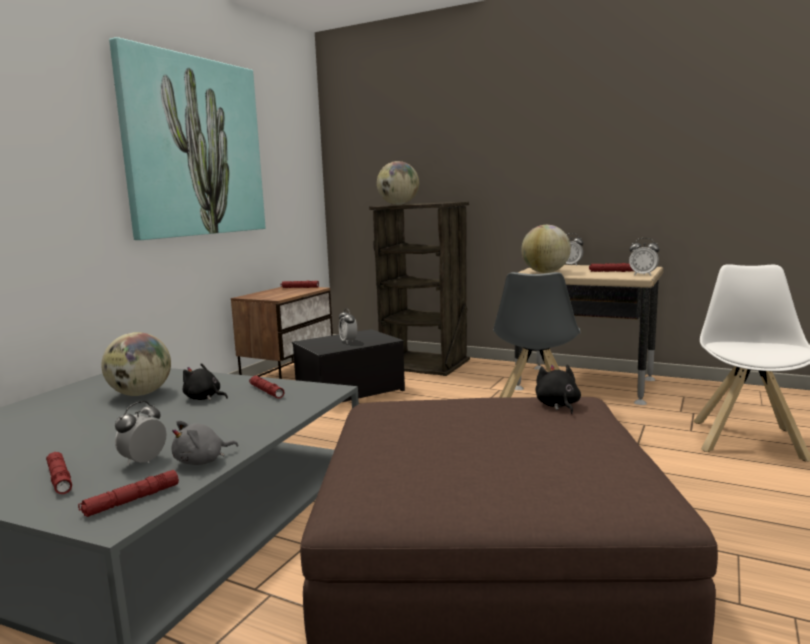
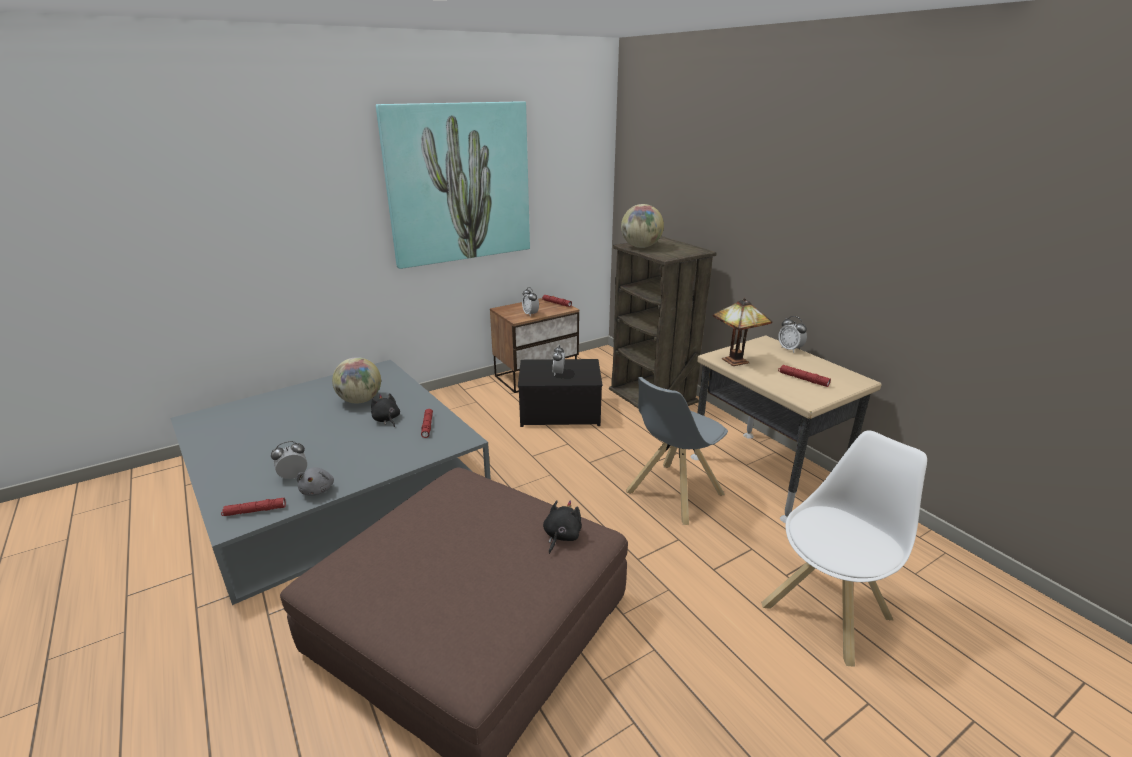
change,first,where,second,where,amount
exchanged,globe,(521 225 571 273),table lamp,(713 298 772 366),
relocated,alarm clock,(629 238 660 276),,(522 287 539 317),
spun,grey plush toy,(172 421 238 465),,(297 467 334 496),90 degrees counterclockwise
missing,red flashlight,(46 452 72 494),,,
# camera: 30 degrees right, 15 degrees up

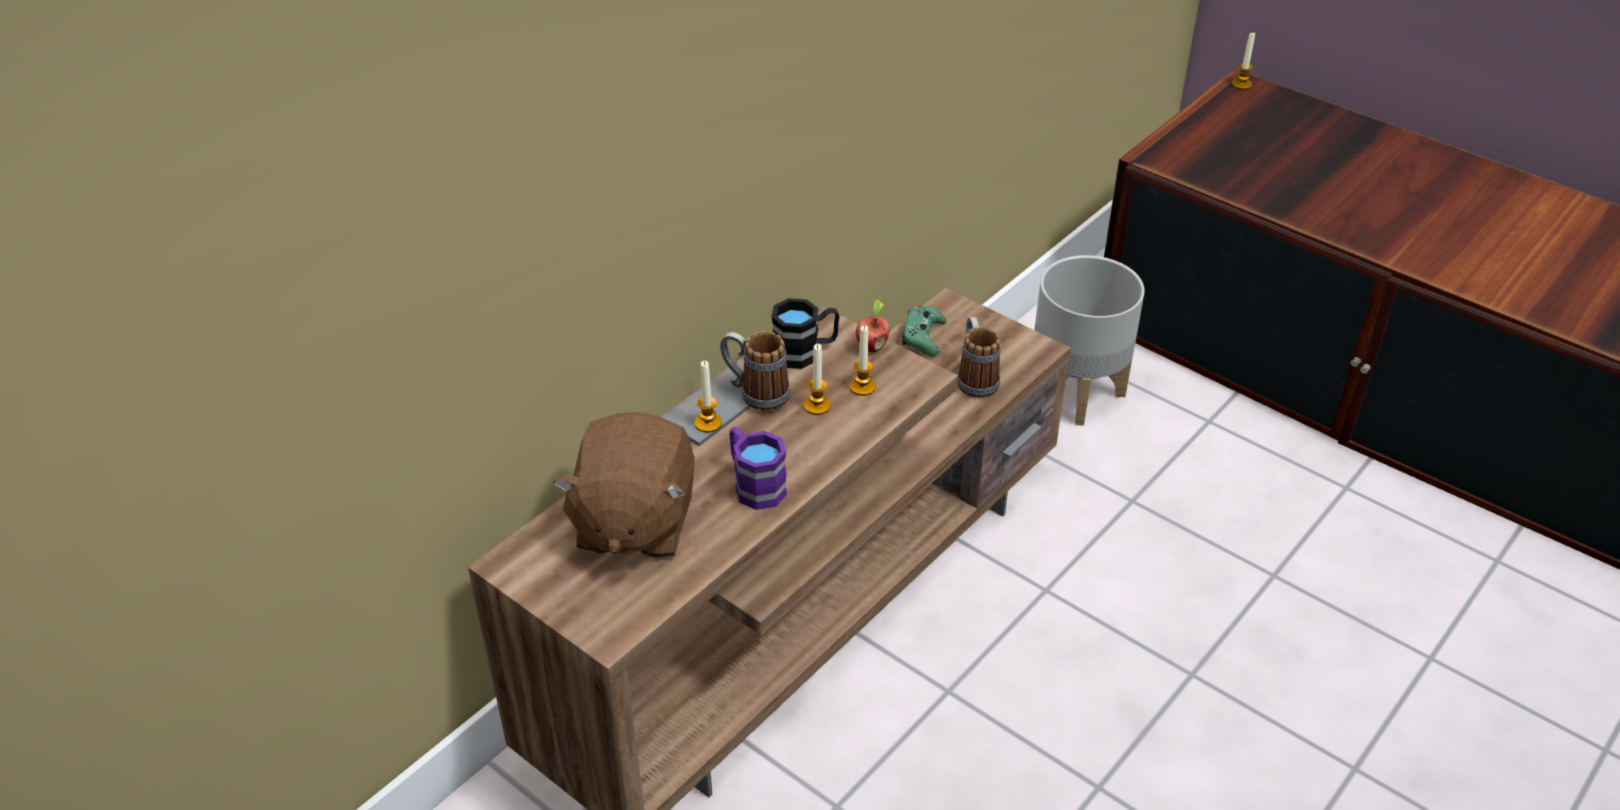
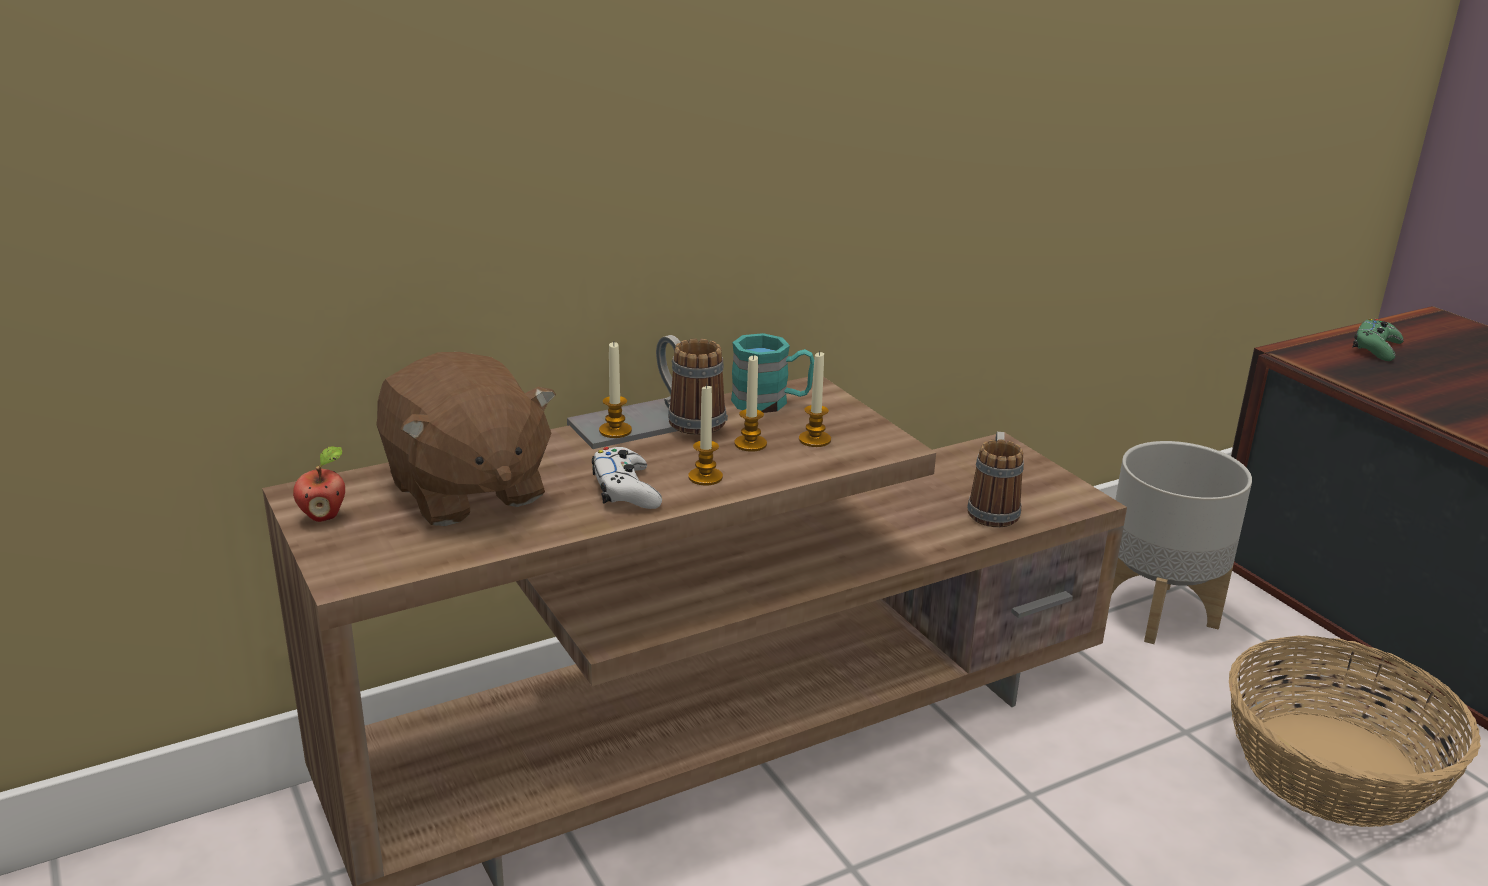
change,first,where,second,where,amount
relocated,candle,(1232 32 1255 90),,(689 384 723 485),
colour,black mug,(771 298 839 369),turquoise mug,(731 333 814 413),
relocated,apple,(856 299 890 353),,(293 447 345 522),
relocated,green game controller,(902 305 946 357),,(1352 319 1404 361),
spun,brown plush toy,(553 412 695 559),,(376 352 556 526),60 degrees counterclockwise
exchanged,purple mug,(729 427 787 510),white game controller,(592 447 662 509),
appeared,,,basket,(1229 636 1481 827),
# camera: 20 degrees right, 15 degrees down

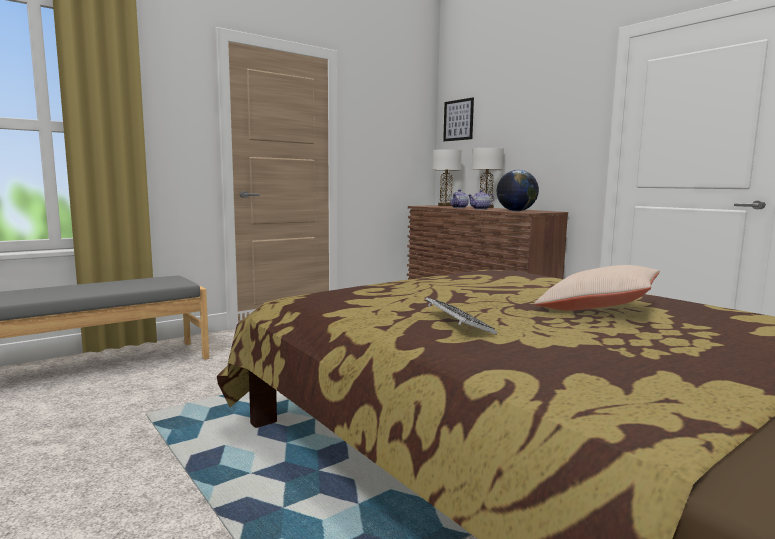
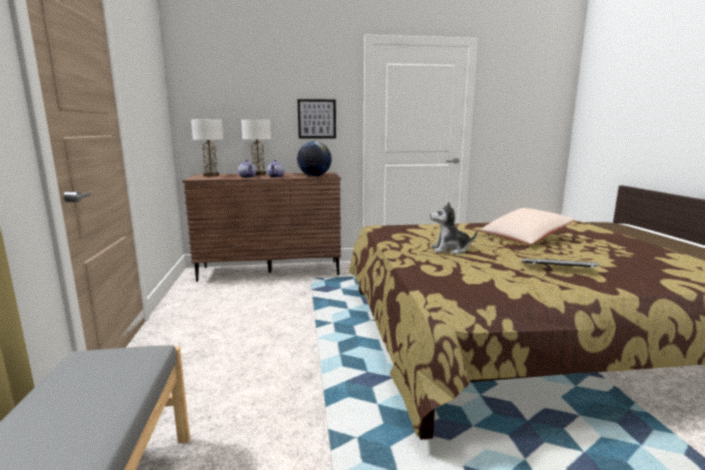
change,first,where,second,where,amount
relocated,picture,(443 98 474 141),,(297 99 336 139),
appeared,,,plush toy,(430 202 478 254),
# camera: 60 degrees left, 5 degrees up

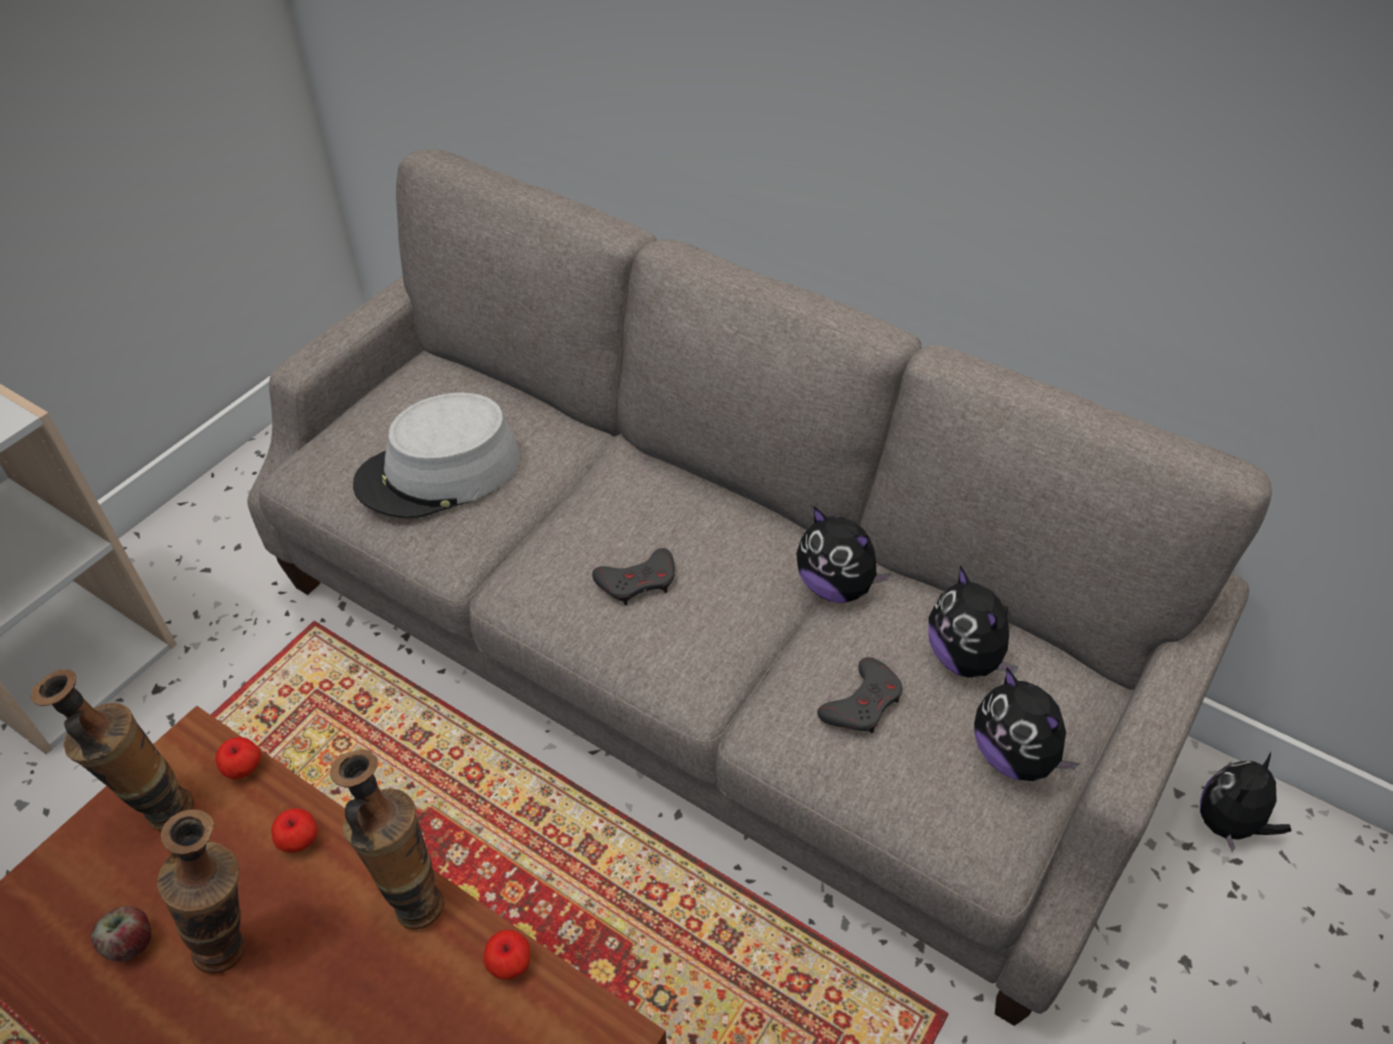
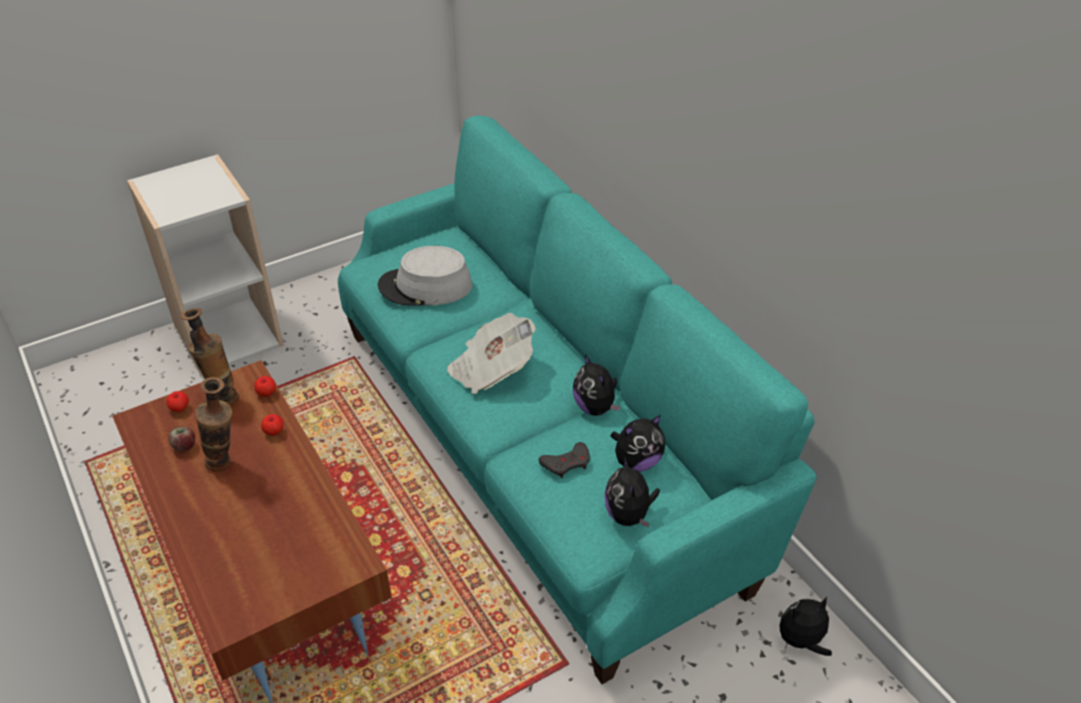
change,first,where,second,where,amount
colour,grey sofa,(247 150 1272 1026),turquoise sofa,(338 116 817 684),
exchanged,grey game controller,(592 548 675 605),newspaper,(447 313 536 394),
spun,plush toy,(929 566 1019 678),,(611 415 665 472),120 degrees counterclockwise
missing,vase,(330 749 444 930),,,
relocated,apple,(483 930 530 980),,(166 391 189 412),
# camera: 25 degrees right, 5 degrees down

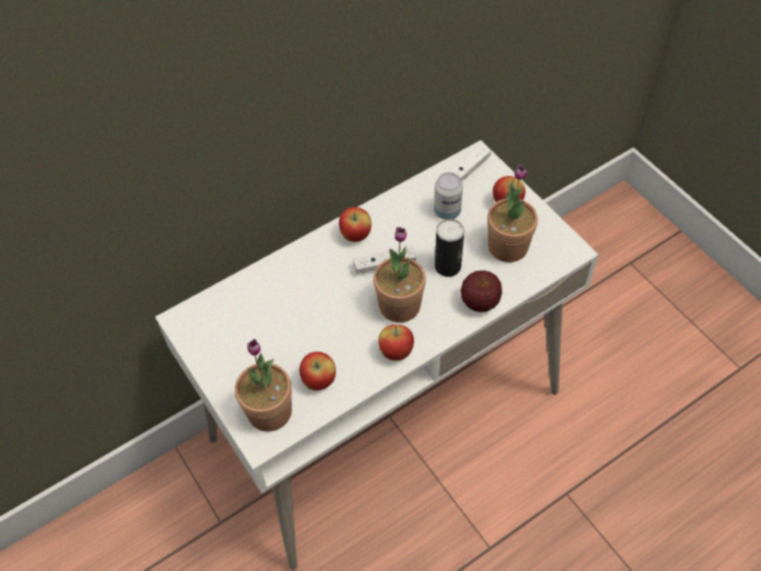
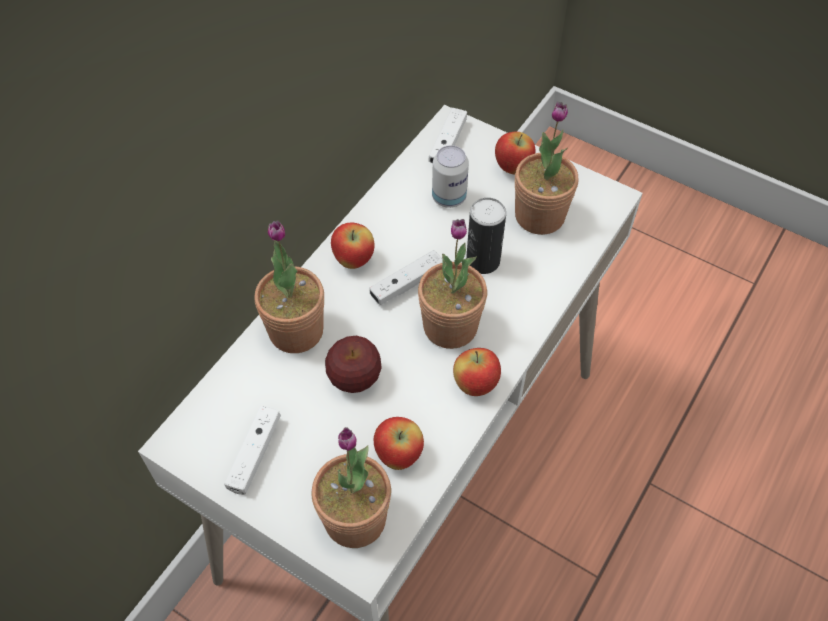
change,first,where,second,where,amount
relocated,apple,(460 270 502 312),,(325 336 382 393),
appeared,,,potted plant,(255 220 324 353),
appeared,,,white game controller,(224 406 281 495),
# camera: 25 degrees left, 0 degrees up

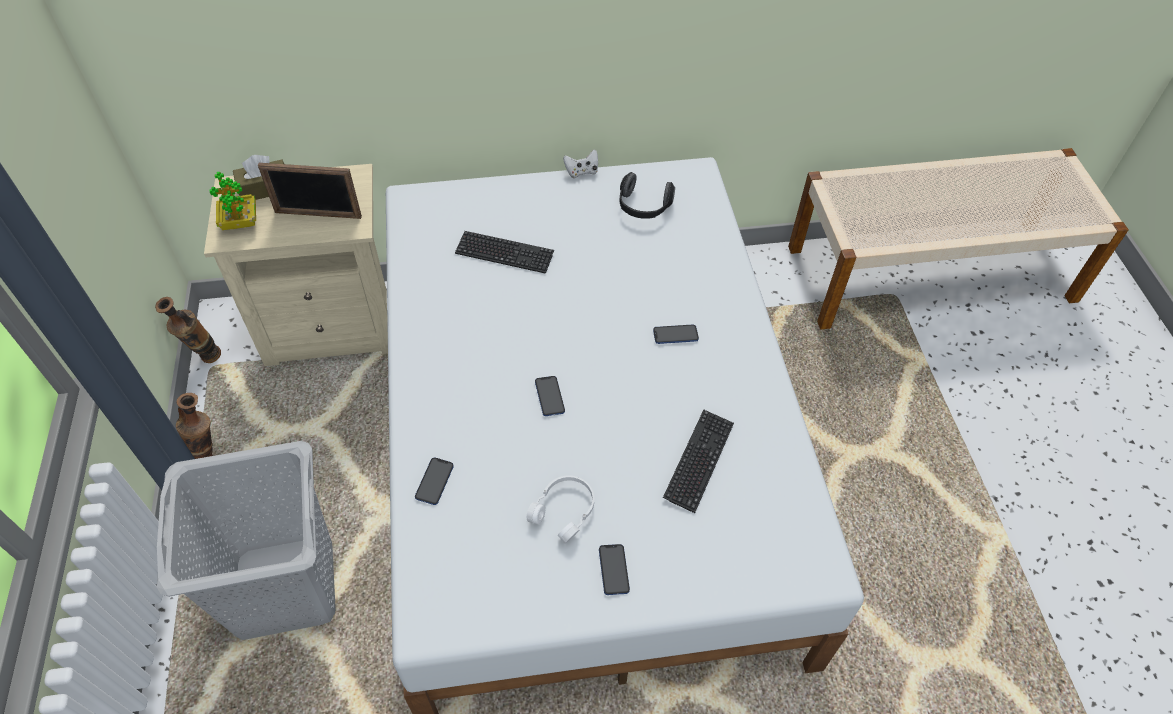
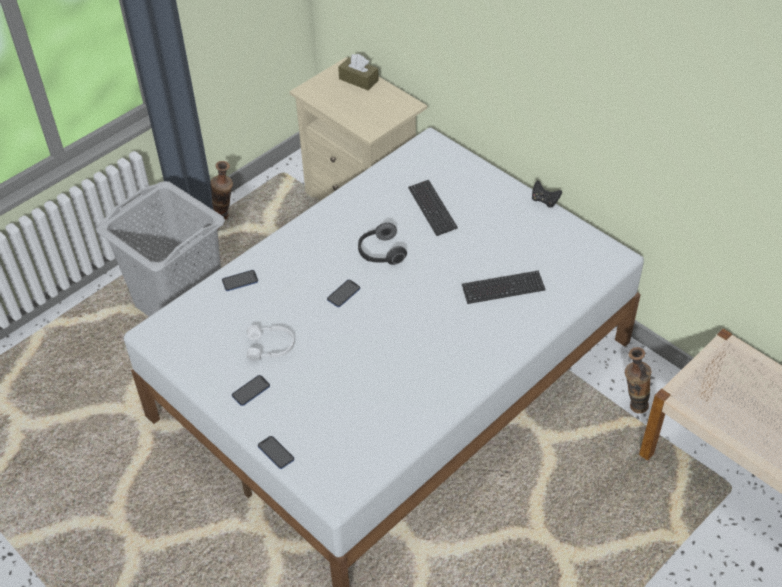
change,first,where,second,where,amount
colour,white game controller,(563 149 598 178),black game controller,(532 181 562 208),
missing,picture frame,(258 163 362 219),,,
missing,potted plant,(209 172 256 230),,,
relocated,headphones,(620 172 675 219),,(358 223 407 265),
relocated,vase,(155 297 221 363),,(625 347 651 413),
relocated,phone,(653 324 699 344),,(258 436 294 469),
relocated,keyboard,(663 410 734 513),,(462 270 546 304),
# camera: 55 degrees right, 5 degrees down

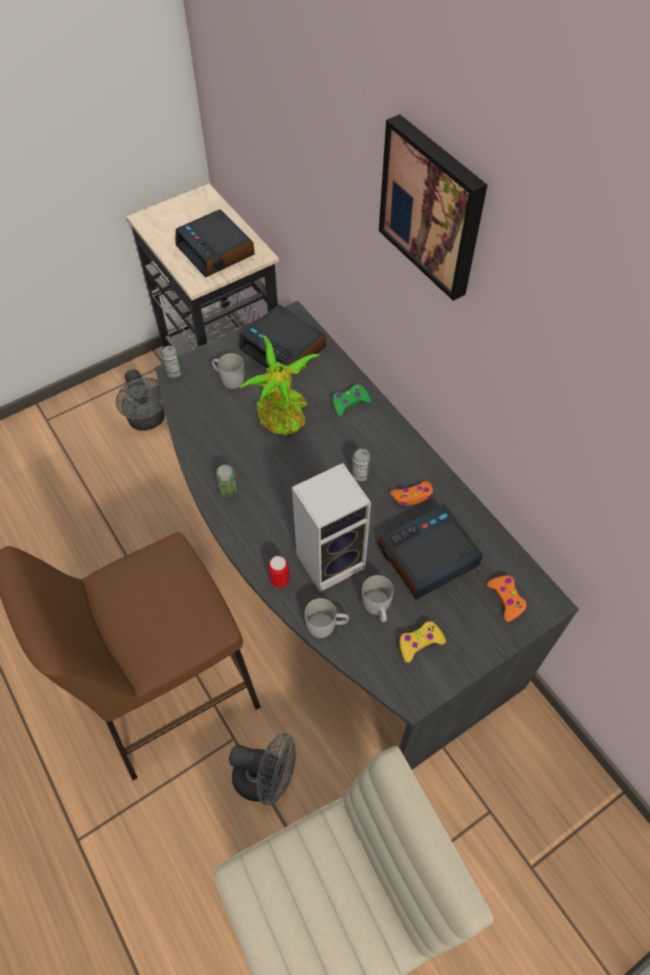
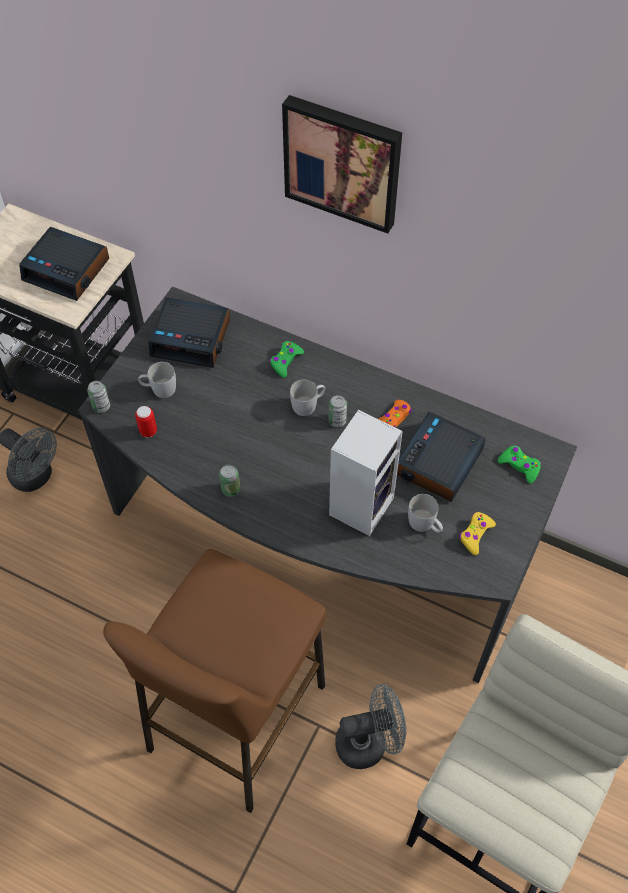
change,first,where,second,where,amount
missing,potted plant,(239 335 319 435),,,
relocated,can,(268 556 290 588),,(135 406 157 438),
colour,orange game controller,(487 576 527 622),green game controller,(498 445 541 484),
relocated,white mug,(304 598 349 638),,(290 380 326 416),
# camera: 30 degrees left, 0 degrees up

